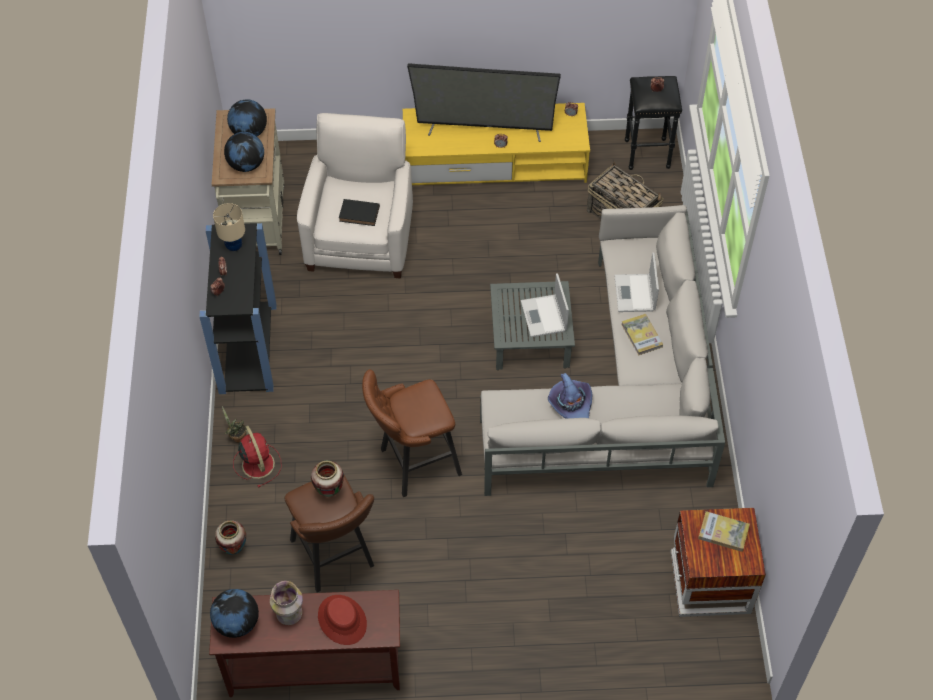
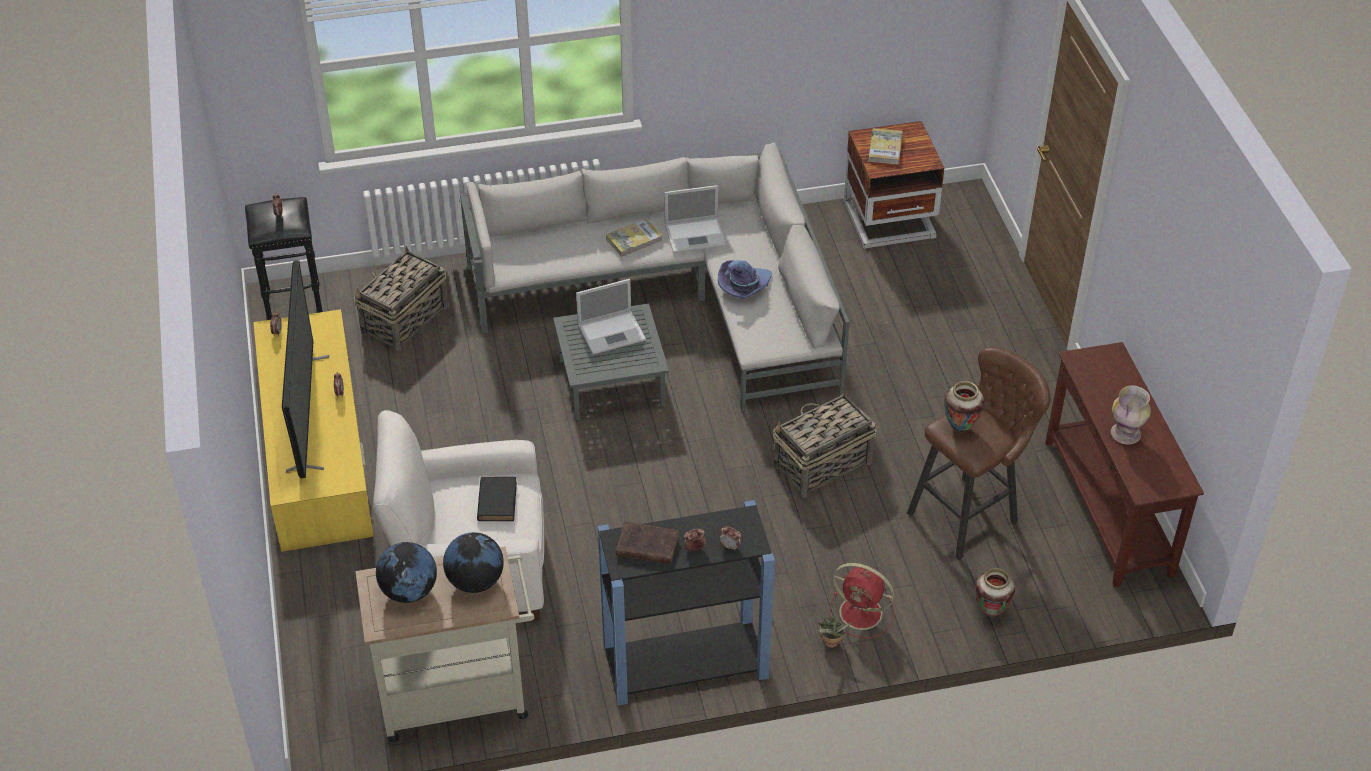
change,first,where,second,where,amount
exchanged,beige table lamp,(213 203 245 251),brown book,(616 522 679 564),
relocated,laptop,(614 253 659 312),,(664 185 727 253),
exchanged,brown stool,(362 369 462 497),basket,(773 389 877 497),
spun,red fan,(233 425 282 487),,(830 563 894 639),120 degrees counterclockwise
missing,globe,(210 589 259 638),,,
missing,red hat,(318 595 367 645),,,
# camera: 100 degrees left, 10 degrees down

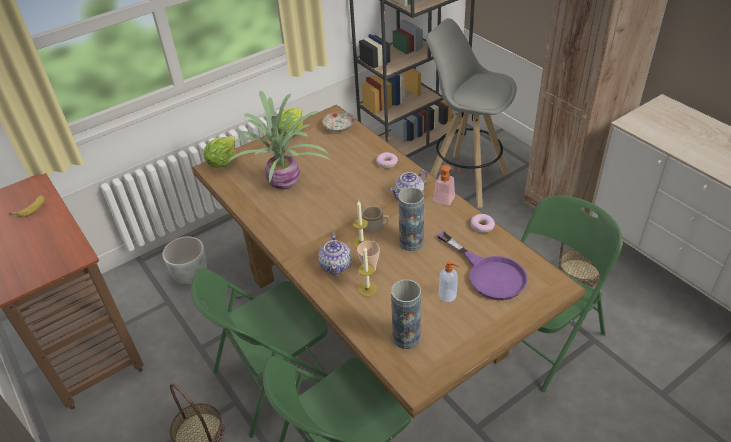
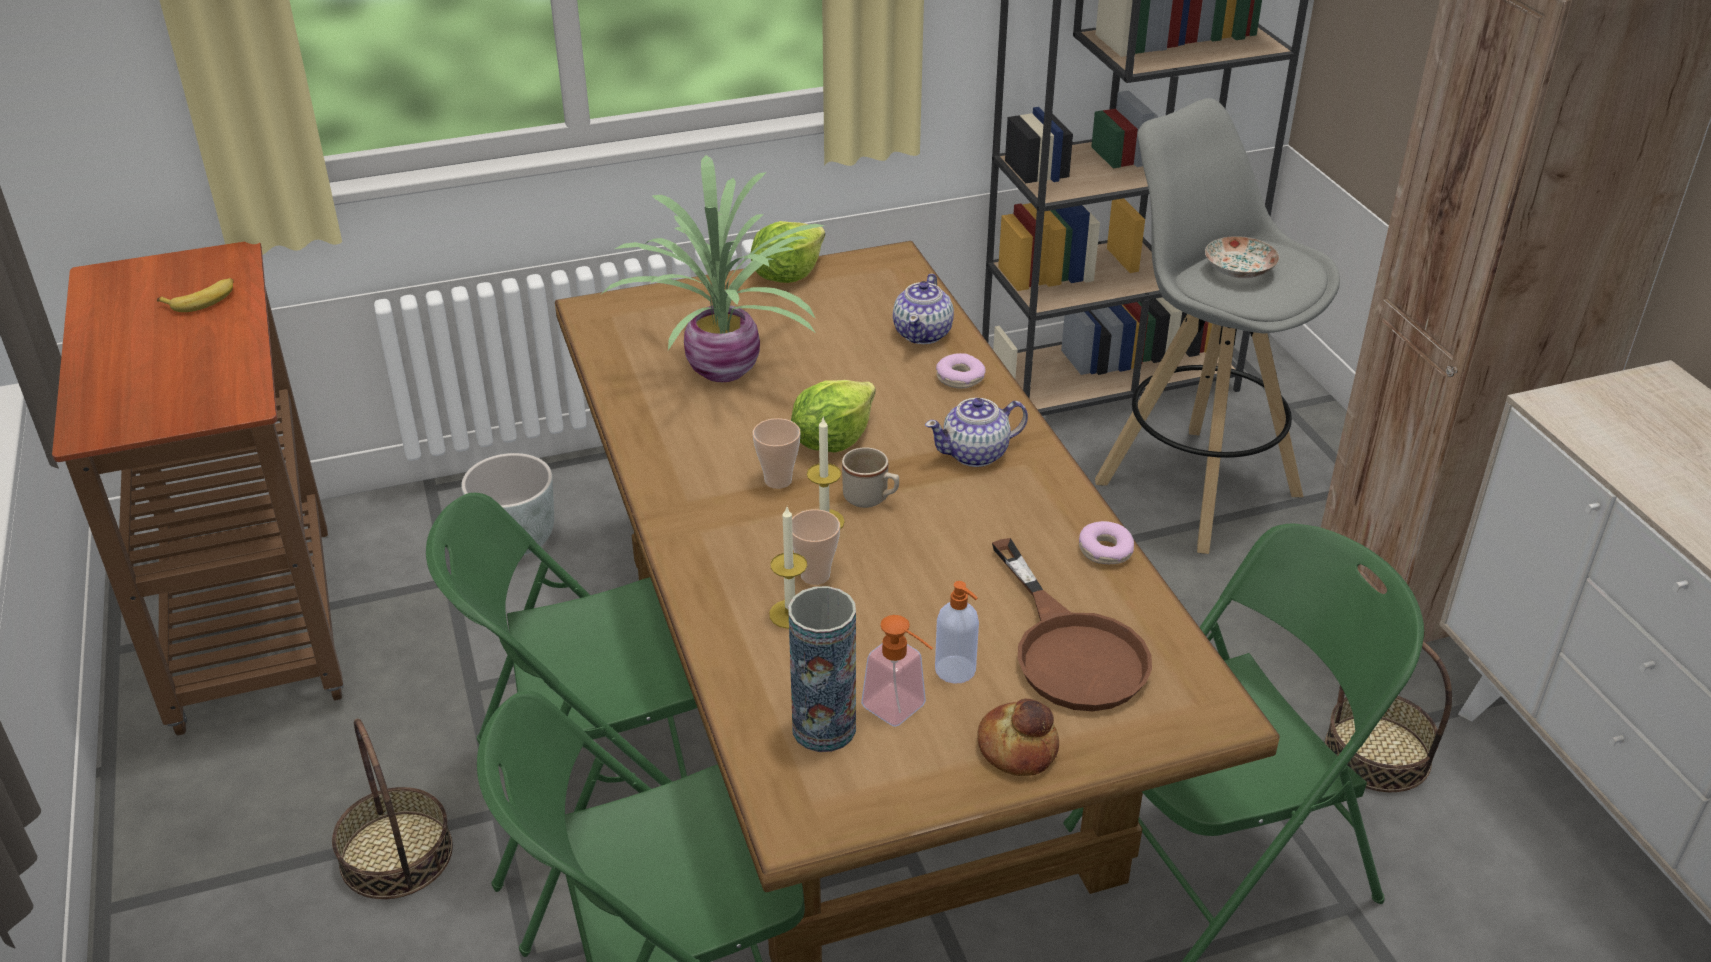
change,first,where,second,where,amount
relocated,plate,(322 111 355 132),,(1205 236 1279 278),
relocated,lettuce,(204 136 235 168),,(791 380 876 452),
relocated,soap dispenser,(434 165 463 206),,(861 615 933 727),
missing,vase,(398 187 424 251),,,
colour,purple frying pan,(437 231 528 300),brown frying pan,(992 538 1152 711),
relocated,teapot,(318 233 351 276),,(893 273 954 344),
appeared,,,cup,(753 418 800 489),
appeared,,,bread,(977 699 1059 776),
# camera: 15 degrees right, 5 degrees down

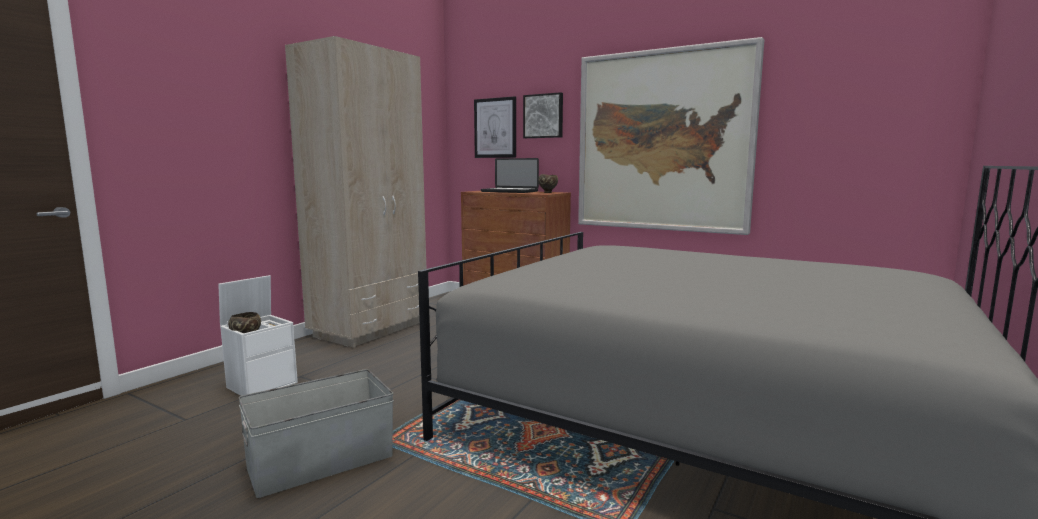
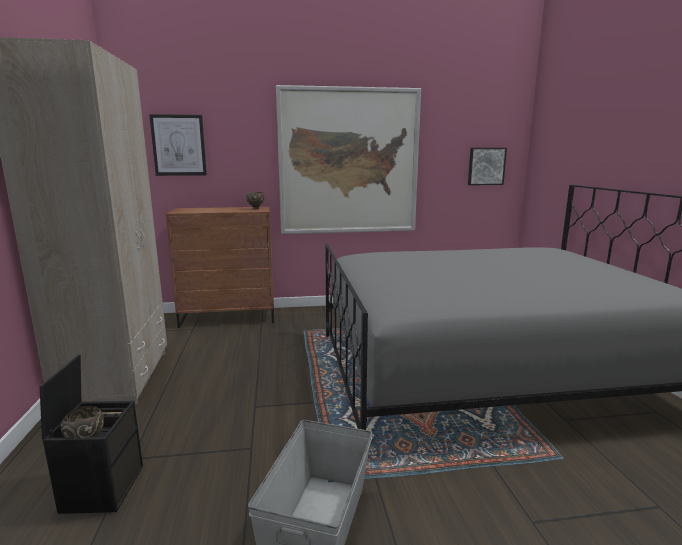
change,first,where,second,where,amount
relocated,picture,(523 92 563 138),,(468 148 507 185),
missing,laptop,(481 158 539 193),,,
colour,white storage box,(218 275 298 396),black storage box,(40 354 143 514),
# camera: 40 degrees left, 5 degrees up

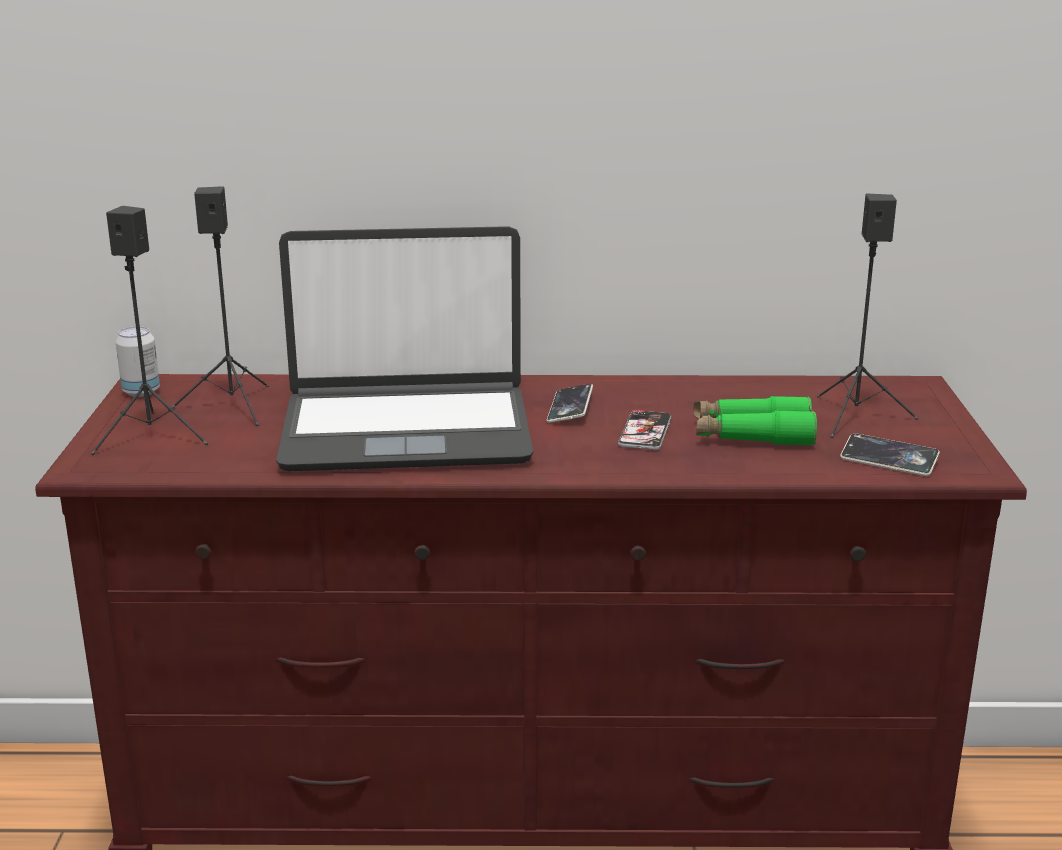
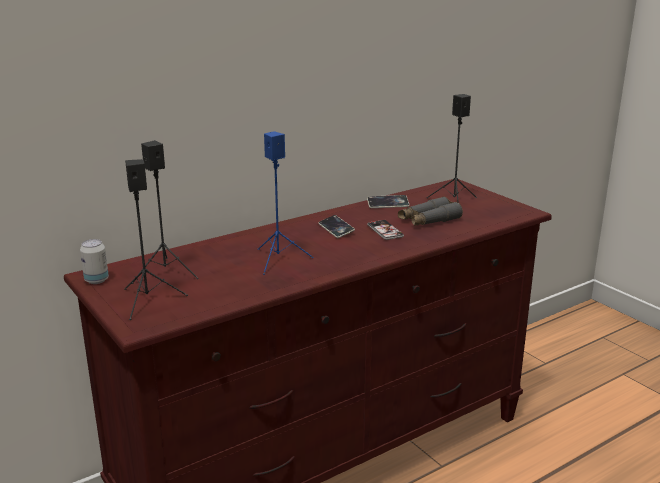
change,first,where,second,where,amount
exchanged,laptop,(276 226 533 471),blue speaker,(258 131 314 275),
colour,green binoculars,(693 396 817 446),grey binoculars,(398 197 463 226),
relocated,phone,(840 433 940 476),,(367 195 409 208),
# camera: 35 degrees left, 0 degrees up

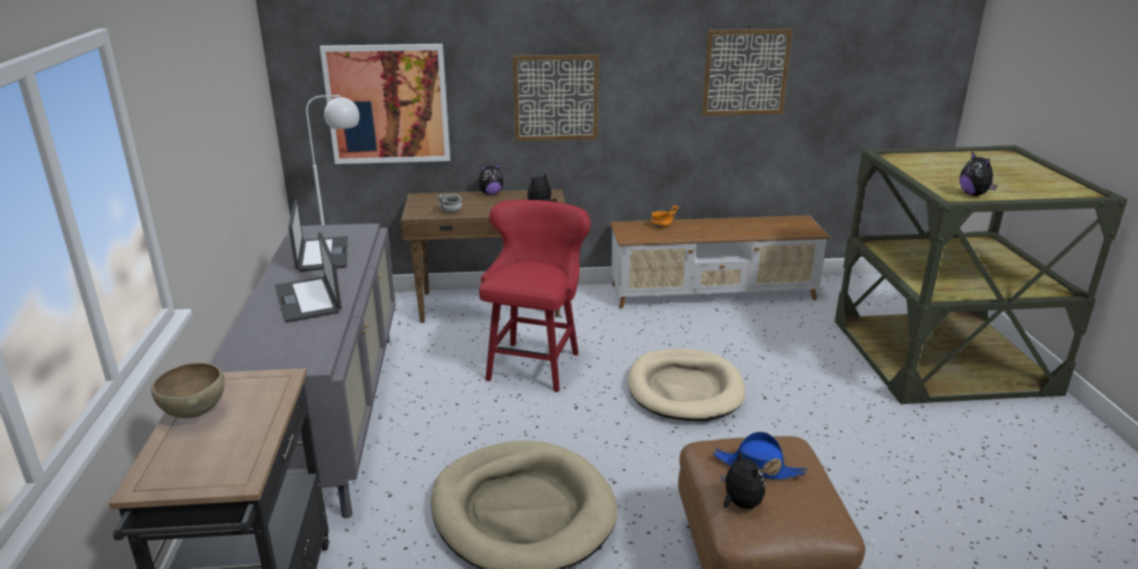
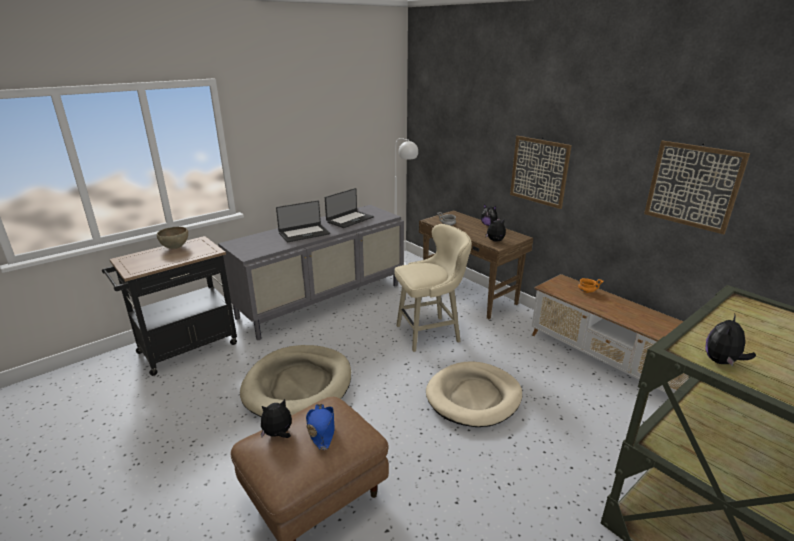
change,first,where,second,where,amount
missing,picture,(320 44 450 164),,,
colour,red stool,(479 199 591 392),beige stool,(394 224 472 352),
spun,laptop,(275 232 342 323),,(276 200 330 242),150 degrees counterclockwise
spun,plush toy,(719 449 765 509),,(261 399 292 438),150 degrees counterclockwise
# camera: 55 degrees right, 0 degrees up

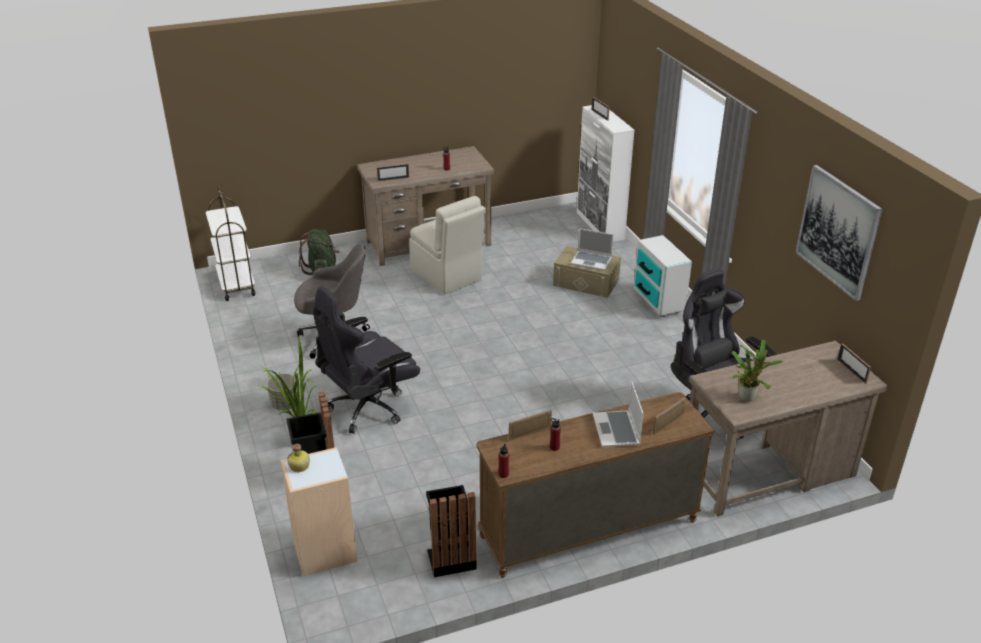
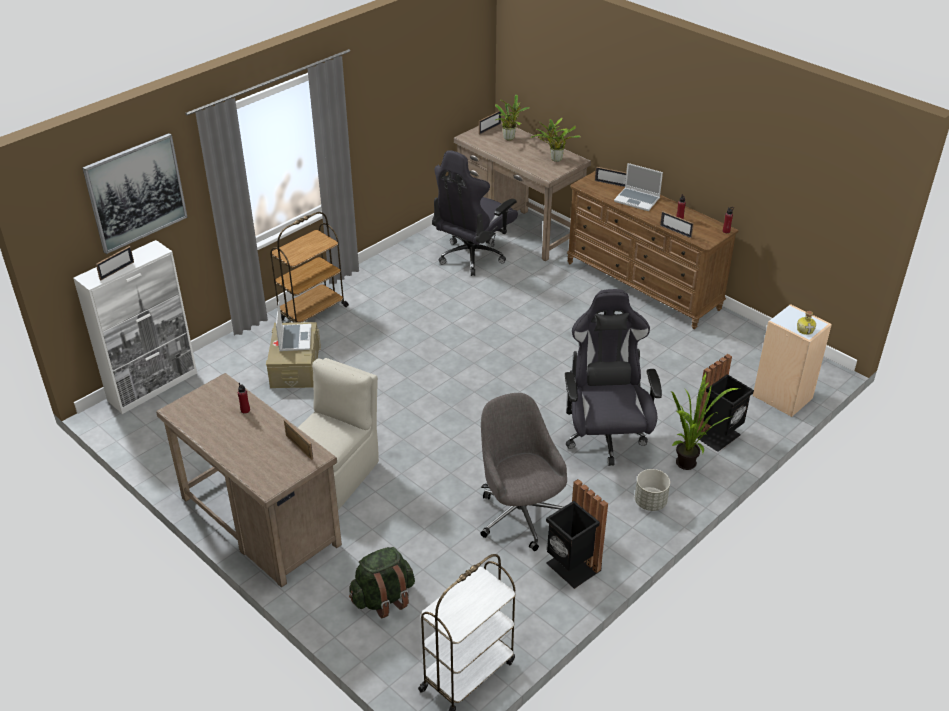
change,first,where,second,where,amount
relocated,picture,(795 165 883 301),,(82 133 188 254),
exchanged,white nightstand,(634 235 692 317),brown cart,(270 212 349 322),
spun,black office chair,(313 286 420 434),,(565 289 662 466),120 degrees counterclockwise
spun,laptop,(593 381 644 447),,(614 163 663 211),60 degrees clockwise
relocated,black trash can,(426 485 477 577),,(546 479 608 589),
appeared,,,potted plant,(495 94 530 141),
# camera: 115 degrees left, 5 degrees up

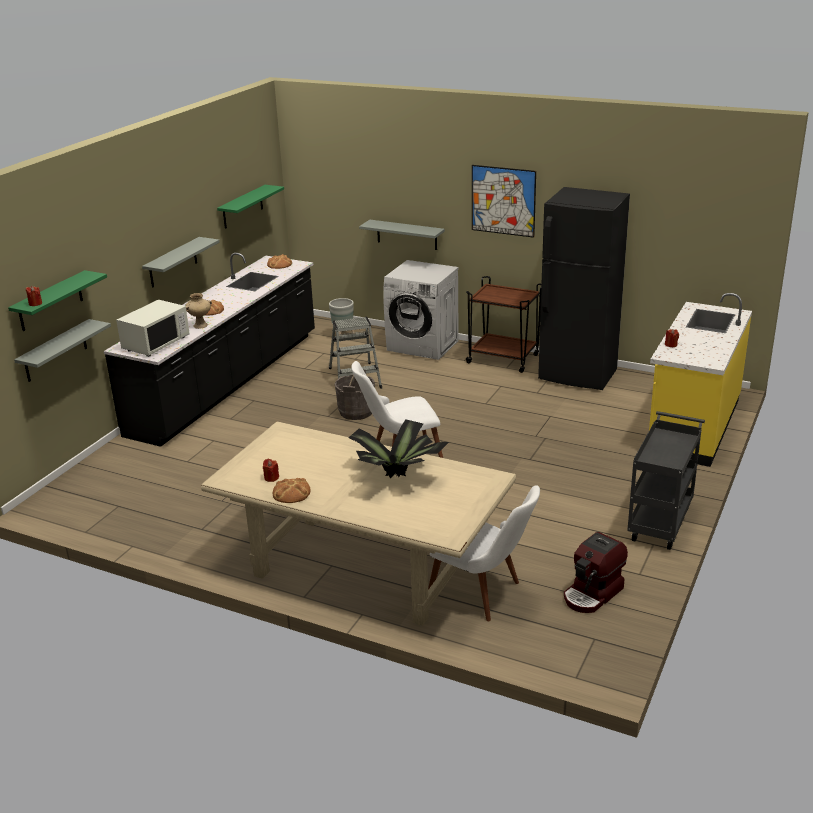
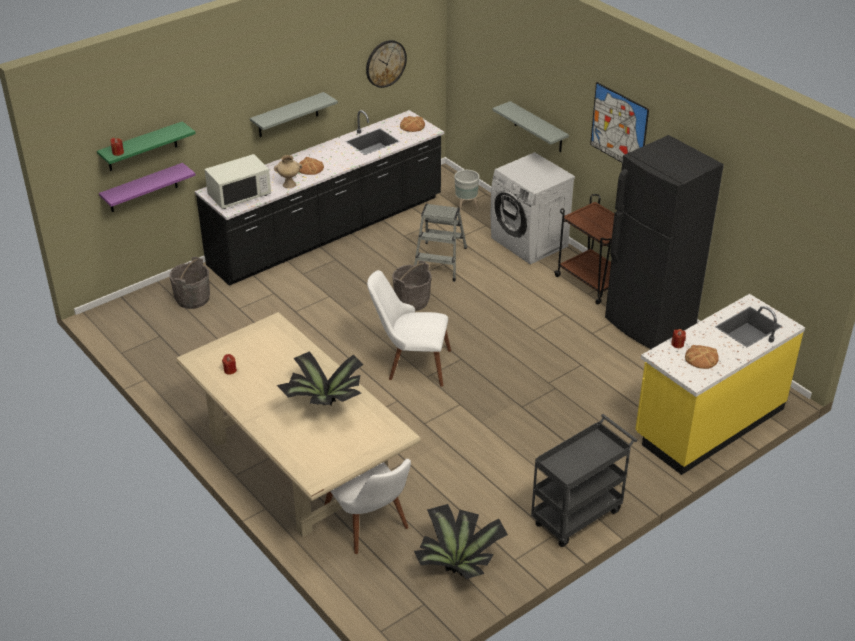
change,first,where,second,where,amount
exchanged,green shelf,(217 185 284 229),wall clock,(366 40 407 88),
colour,grey shelf,(14 319 111 382),purple shelf,(99 163 196 212),
relocated,bread,(273 478 311 503),,(685 345 719 369),
exchanged,coffee machine,(564 532 628 613),potted plant,(414 504 508 579),
appeared,,,grey bucket,(169 257 210 309),
# camera: 25 degrees right, 10 degrees up

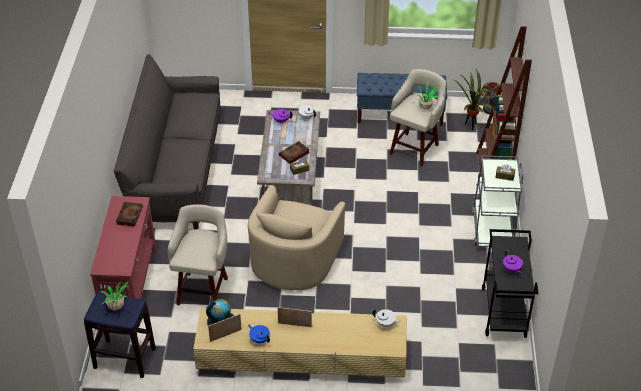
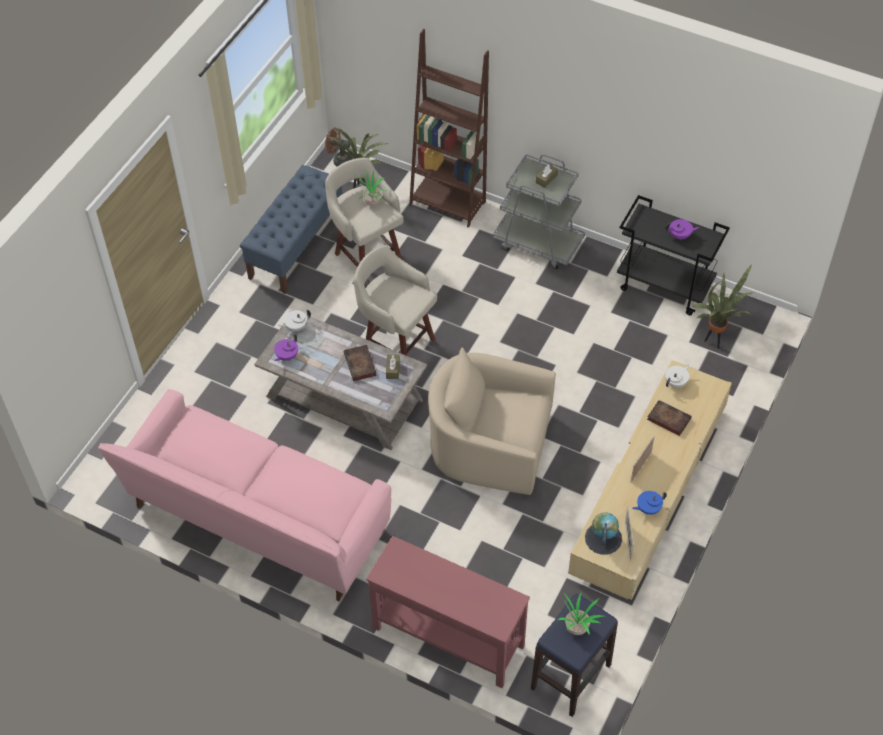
change,first,where,second,where,amount
colour,grey sofa,(113 54 221 229),pink sofa,(98 389 391 601),
spun,beige armchair,(248 185 345 290),,(428 347 556 495),150 degrees clockwise
relocated,book,(116 202 143 227),,(647 400 692 436),
relocated,beige stool,(168 204 228 305),,(353 245 437 356),
appeared,,,potted plant,(692 264 752 349),
# camera: 65 degrees left, 10 degrees up

